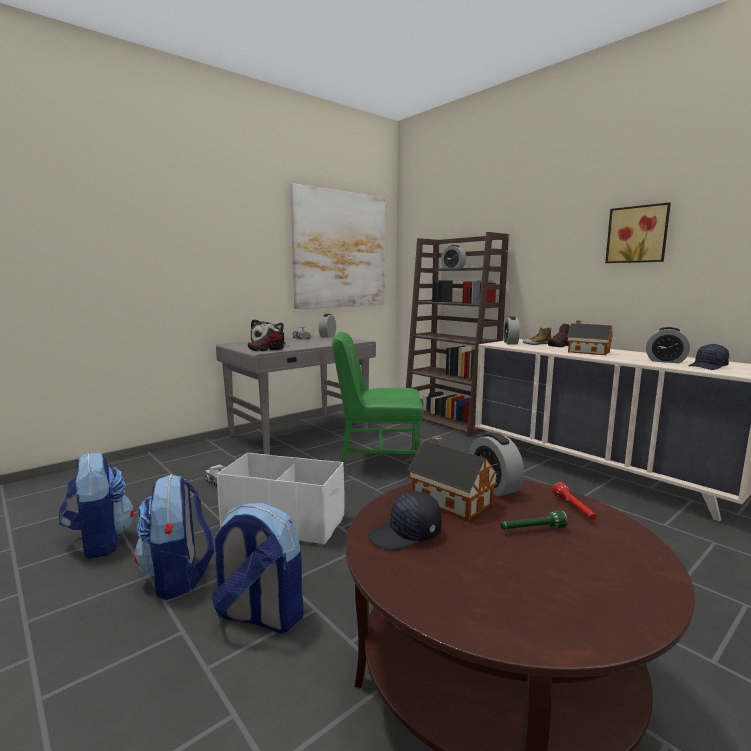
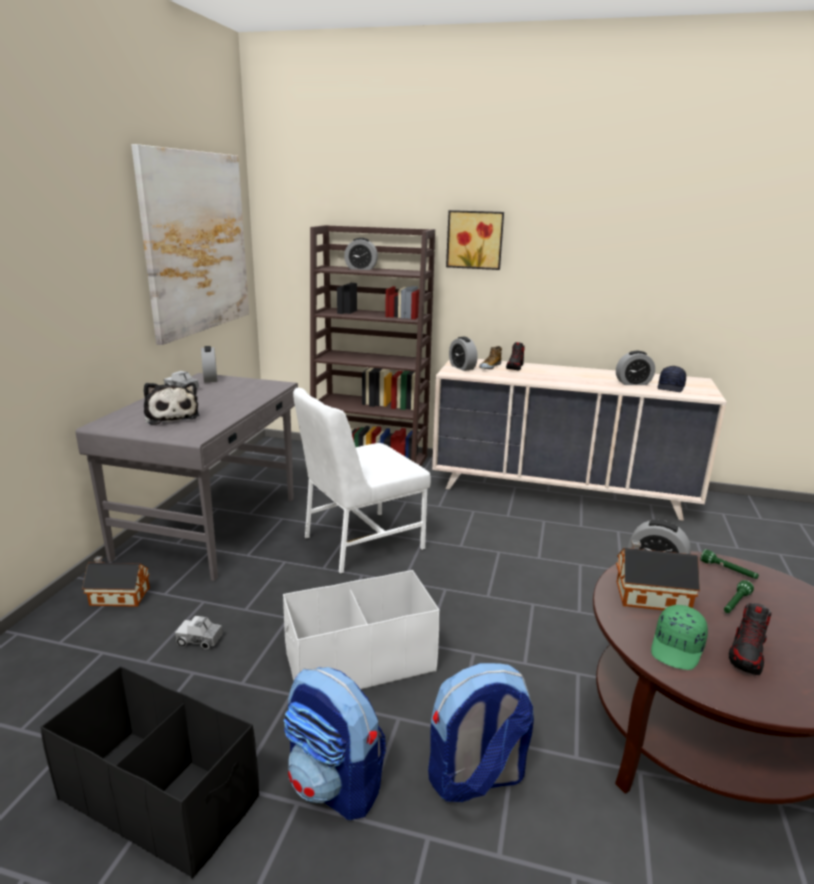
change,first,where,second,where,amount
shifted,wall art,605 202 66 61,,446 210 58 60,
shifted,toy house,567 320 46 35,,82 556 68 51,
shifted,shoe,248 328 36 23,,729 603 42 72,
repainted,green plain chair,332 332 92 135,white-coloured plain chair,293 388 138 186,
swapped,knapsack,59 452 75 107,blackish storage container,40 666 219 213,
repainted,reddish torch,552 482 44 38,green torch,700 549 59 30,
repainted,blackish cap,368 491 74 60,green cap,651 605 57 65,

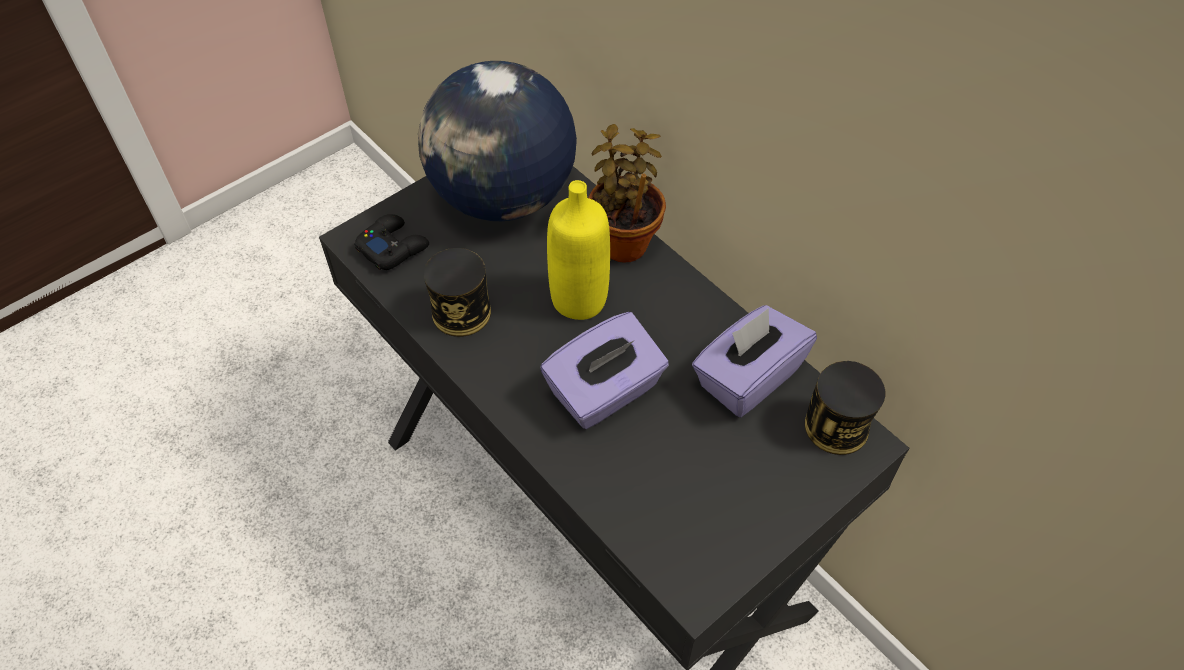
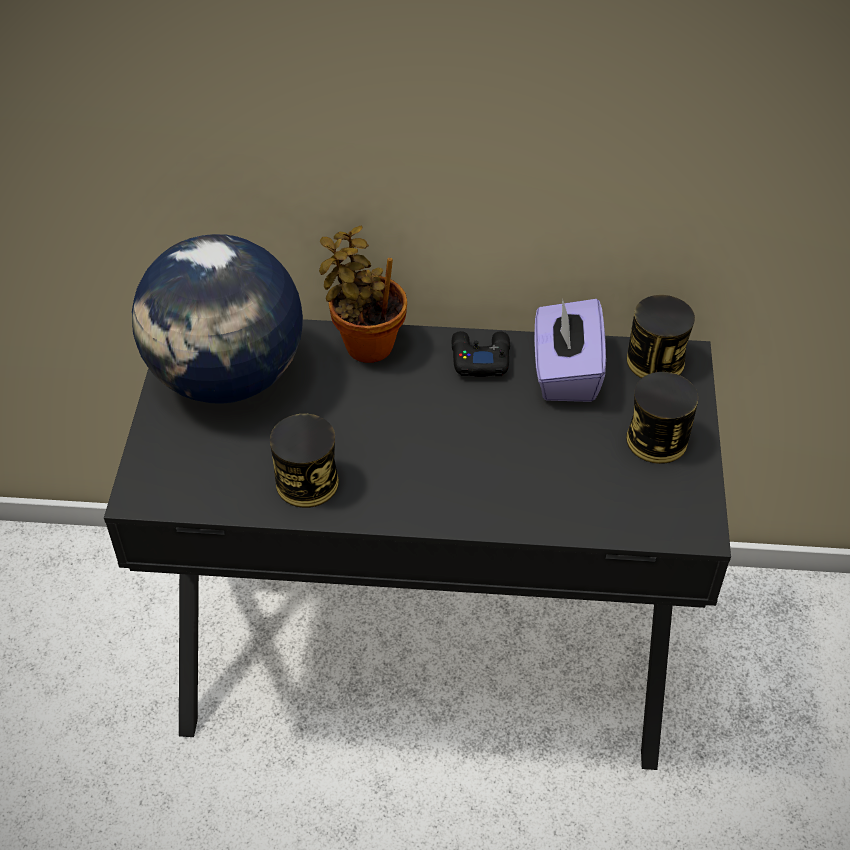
change,first,where,second,where,amount
gone,yellow beverage bottle,547 180 63 140,,,
shifted,blackish gamepad,354 214 75 56,,452 331 58 46,
gone,purple-coloured box of tissues,540 312 129 117,,,
new,,,can,626 372 72 92,

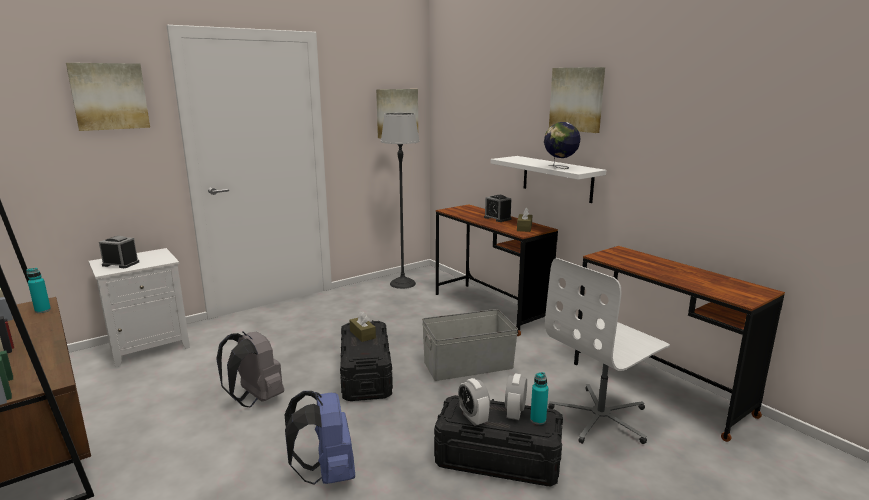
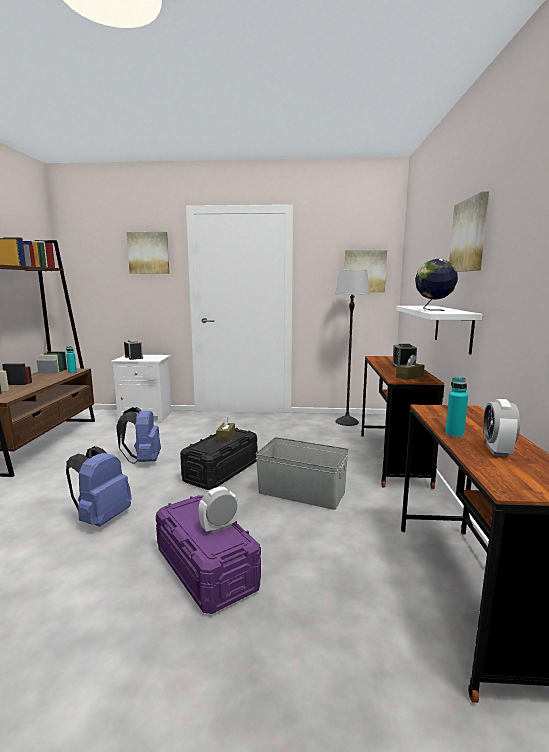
change,first,where,second,where,amount
gone,white-coloured computer chair,545 258 125 186,,,
repainted,gray knapsack,216 331 68 77,bluish knapsack,116 407 45 57,
shifted,turquoise beverage bottle,530 372 19 53,,445 377 23 61,
shifted,alarm clock,458 378 32 48,,483 399 37 58,
repainted,blackish storage container,434 395 129 91,purple-coloured storage container,156 495 105 119,

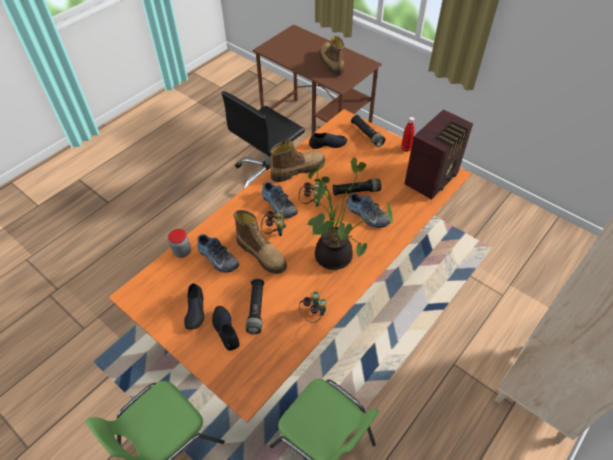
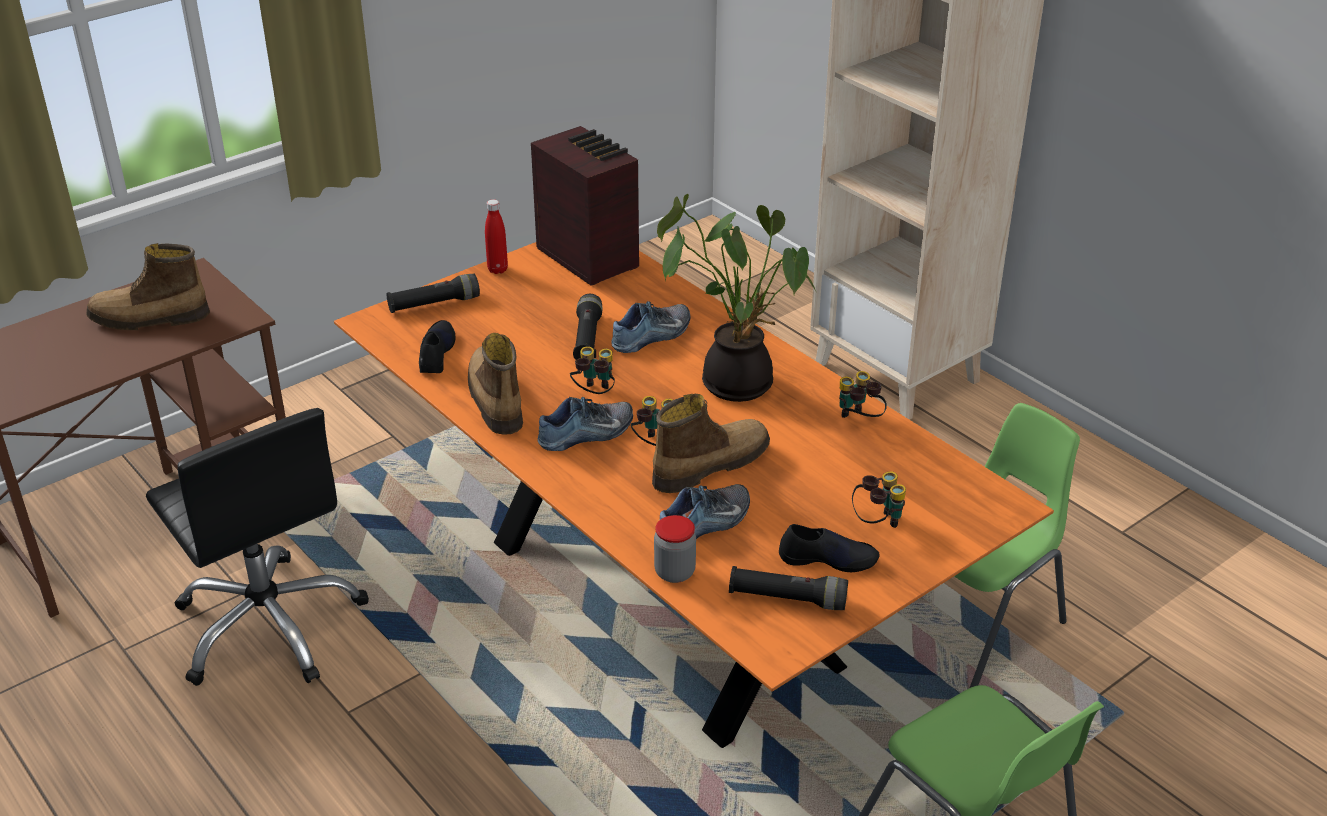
change,first,where,second,where,amount
shifted,blackish torch,246 279 18 55,,729 566 119 44,
swapped,blackish shoe,212 306 28 45,pair of binoculars,852 471 54 57,

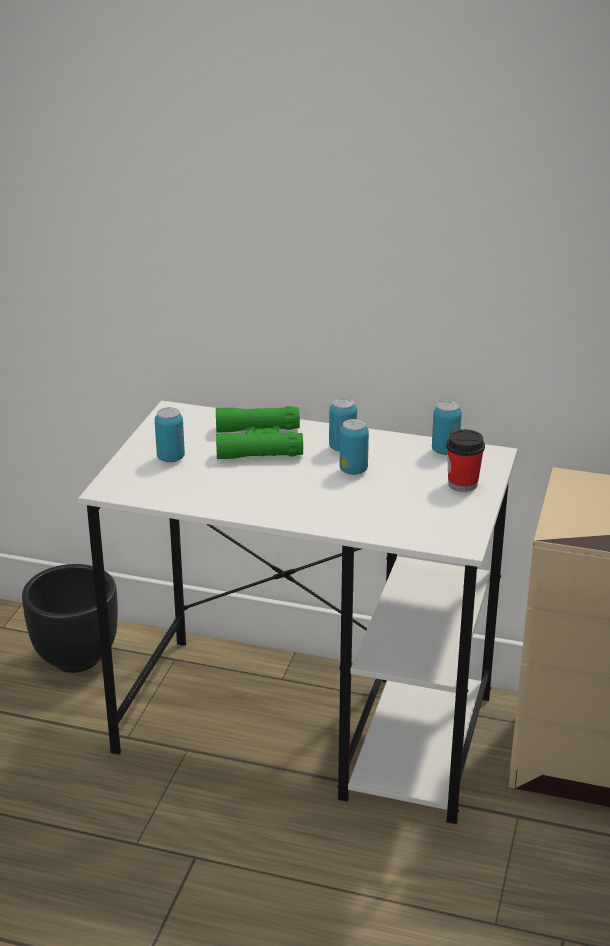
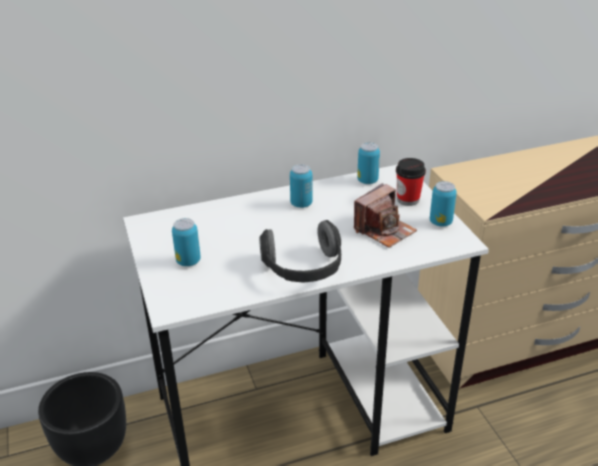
change,first,where,second,where,amount
gone,green pair of binoculars,216 406 87 53,,,
shifted,can,340 419 29 56,,430 181 27 46,
new,,,photo camera,354 183 63 65,
new,,,headset,259 220 82 62,

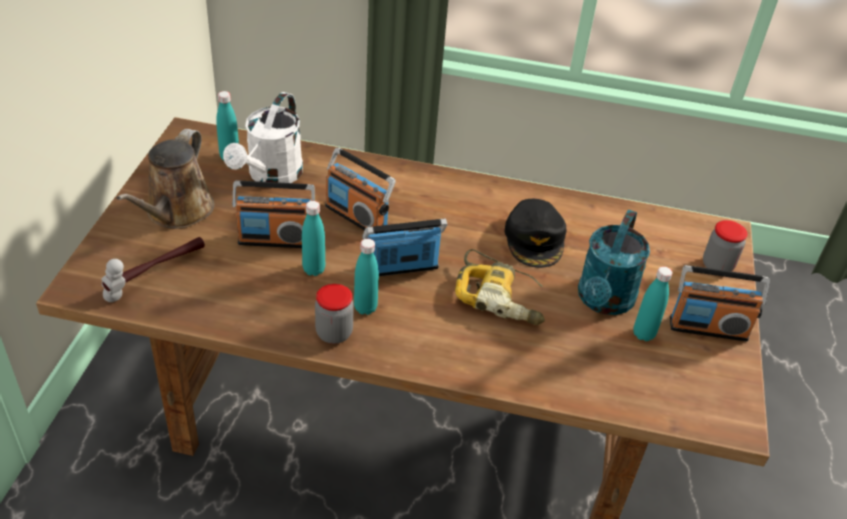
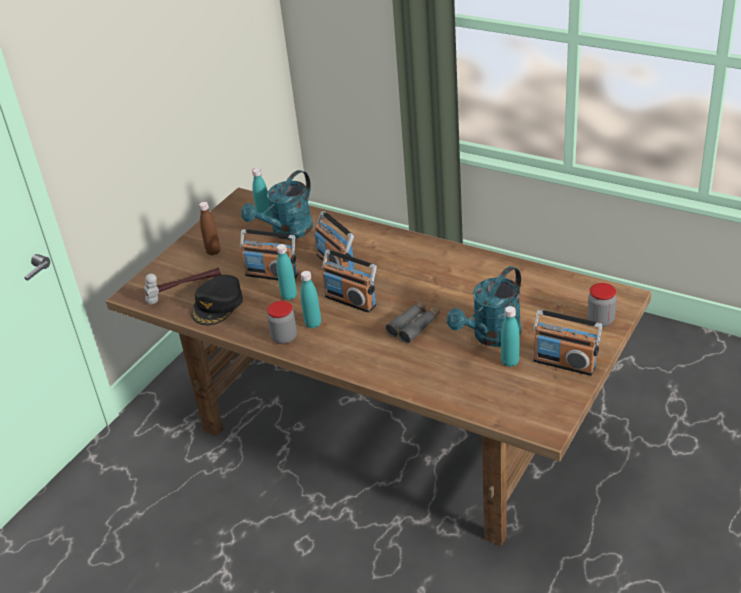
change,first,where,second,where,amount
repainted,white-coloured watering pot,223 92 80 91,turquoise watering pot,241 170 72 69,
swapped,brownish watering pot,116 129 98 100,brownish beverage bottle,199 202 22 53,
shifted,blackish cap,504 199 62 69,,191 275 52 50,
rotated,radio set,362 219 85 57,,322 249 55 64,150 degrees counterclockwise
swapped,electric drill,455 249 90 76,gray pair of binoculars,386 301 54 42,

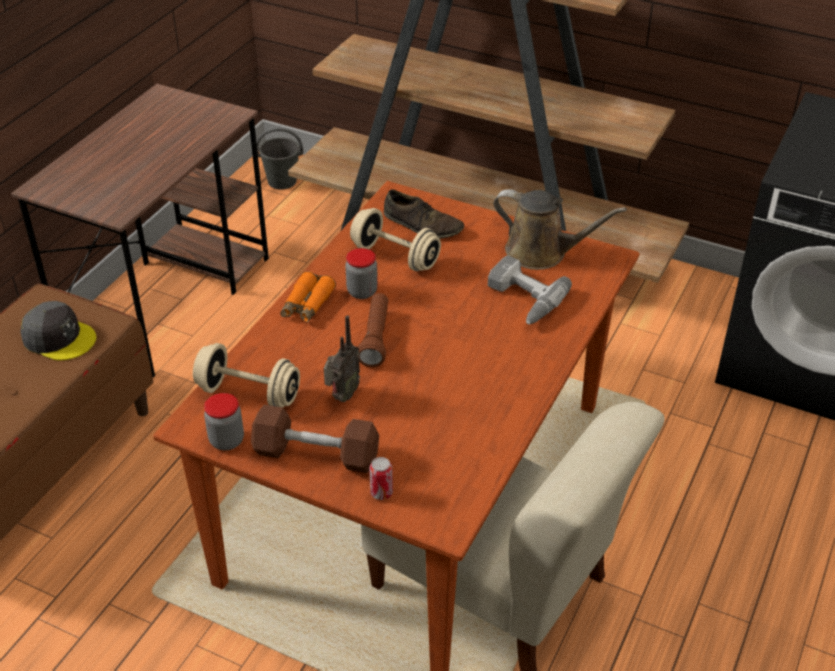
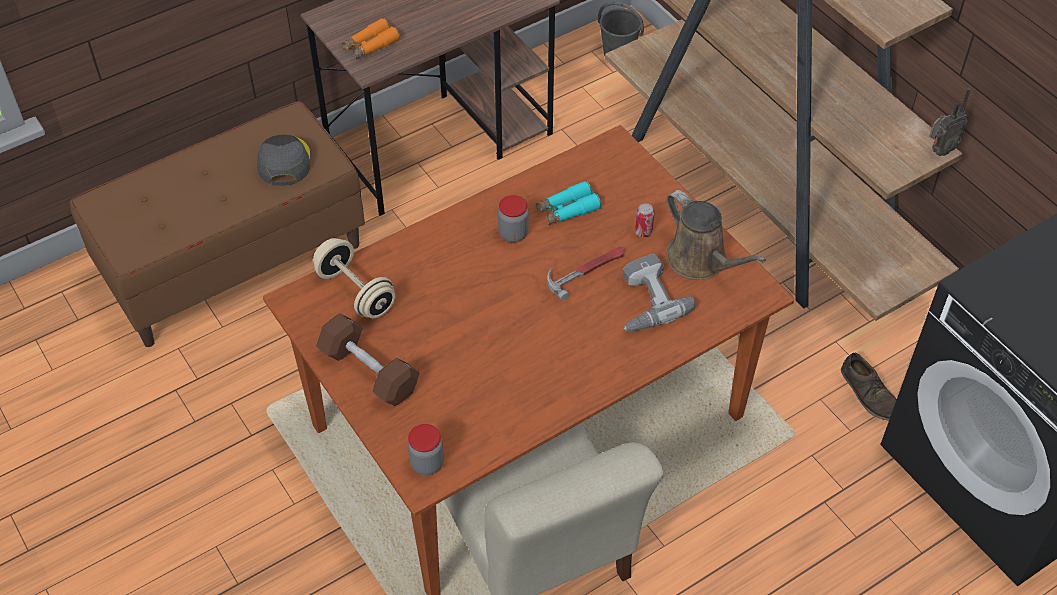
change,first,where,second,where,amount
shifted,brownish shoe,384 189 80 49,,841 353 56 68,
swapped,sand-coloured dumbbell,350 208 91 63,turquoise pair of binoculars,536 181 65 44,
shifted,orange-coloured pair of binoculars,280 271 56 52,,341 18 59 41,
gone,brownish torch,358 293 30 74,,,
rotated,gray cap,20 301 77 59,,257 134 53 52,150 degrees counterclockwise
shifted,radio set,324 315 36 87,,930 88 41 68,
shifted,preserve jar,204 393 40 57,,408 424 36 51,
shifted,can,369 457 24 43,,635 203 20 34,
new,,,hand hammer,547 246 77 55,

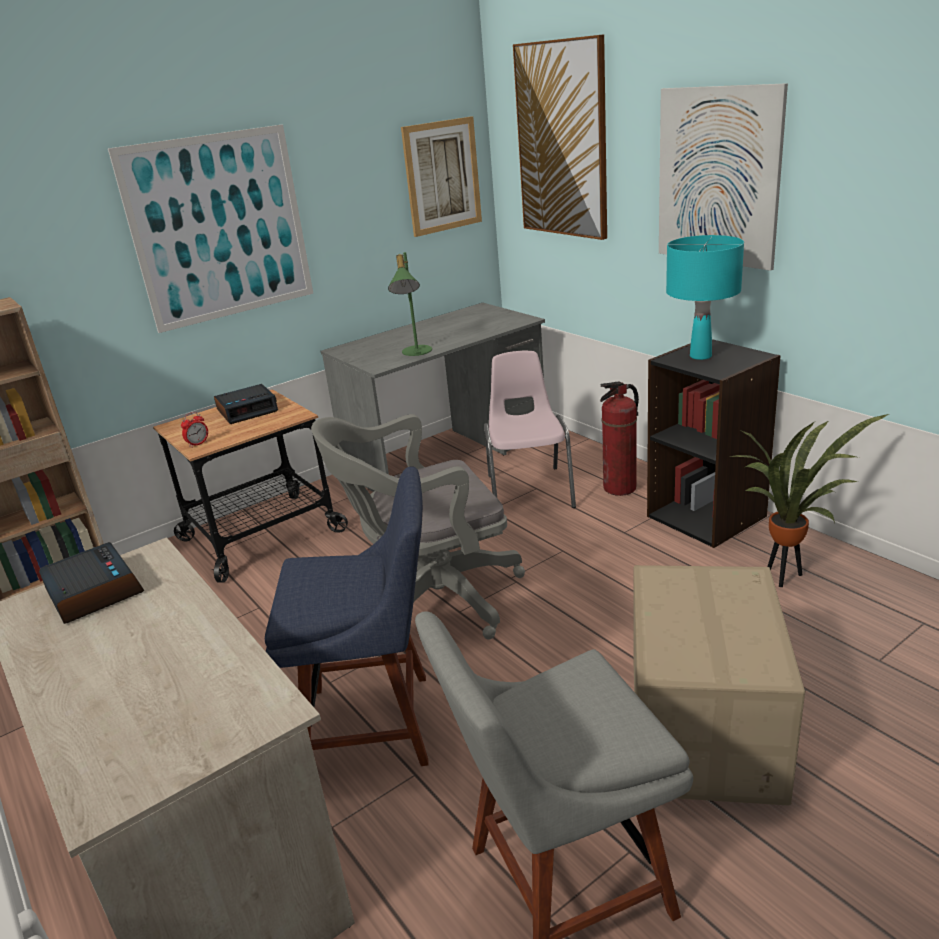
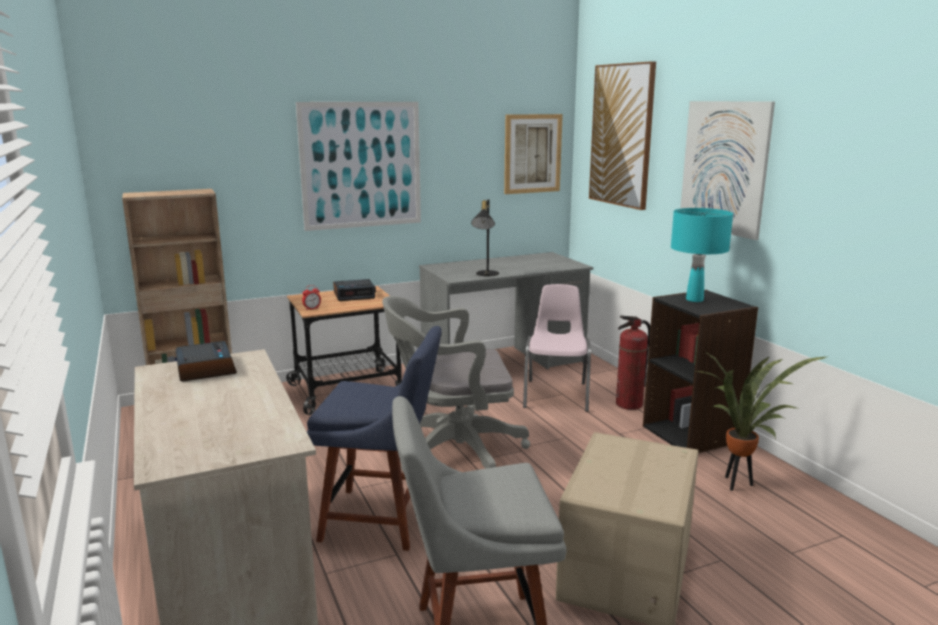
change,first,where,second,where,amount
repainted,green lamp for a table,388 252 44 104,blackish lamp for a table,471 199 28 77,

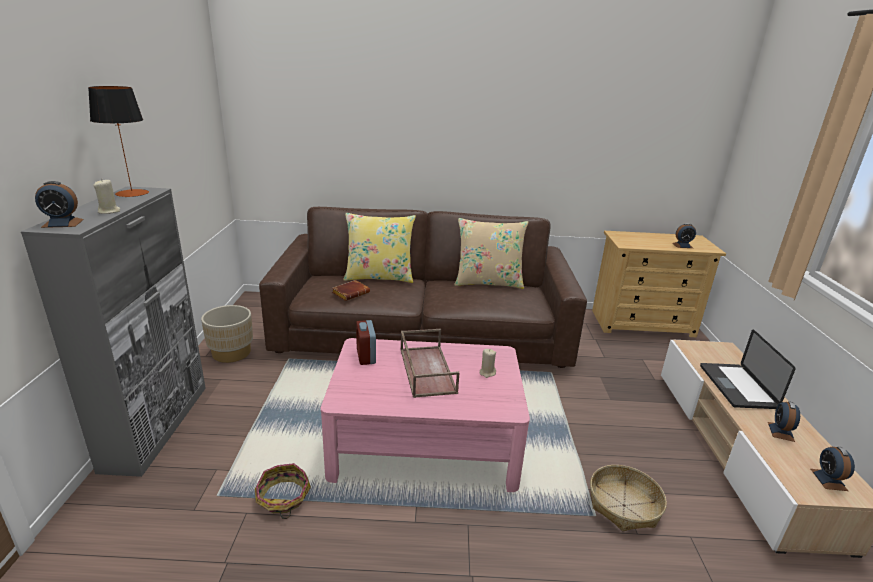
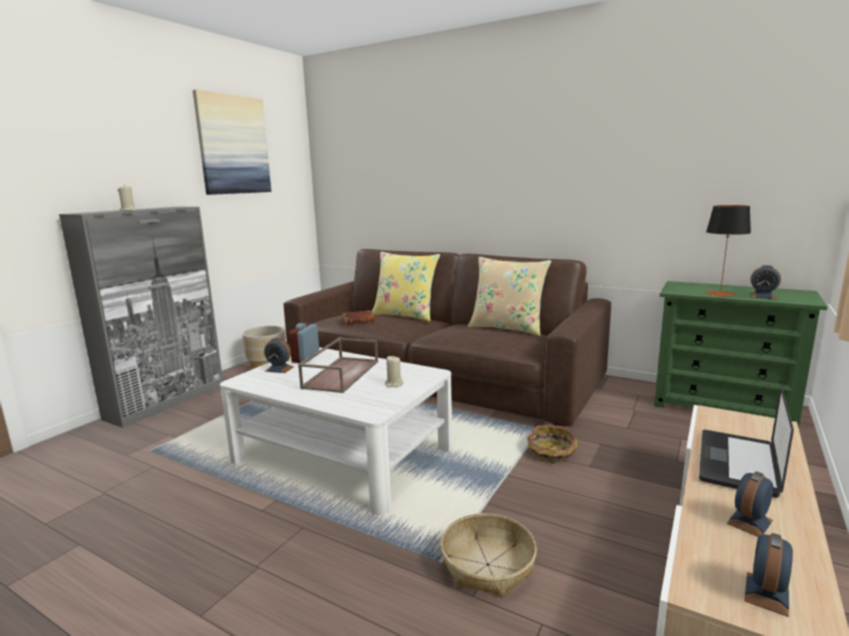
change,first,where,second,where,amount
shifted,lamp for a table,88 86 61 111,,706 205 45 92,
shifted,alarm clock,35 181 49 47,,264 338 30 35,
repainted,sand-coloured drawer chest,592 231 134 107,green drawer chest,654 281 173 147,
repainted,pinkish low table,321 338 209 154,white-coloured low table,220 347 232 168,
shifted,storage basket,255 463 56 56,,527 425 51 39,
new,,,wall art,193 89 78 106,

